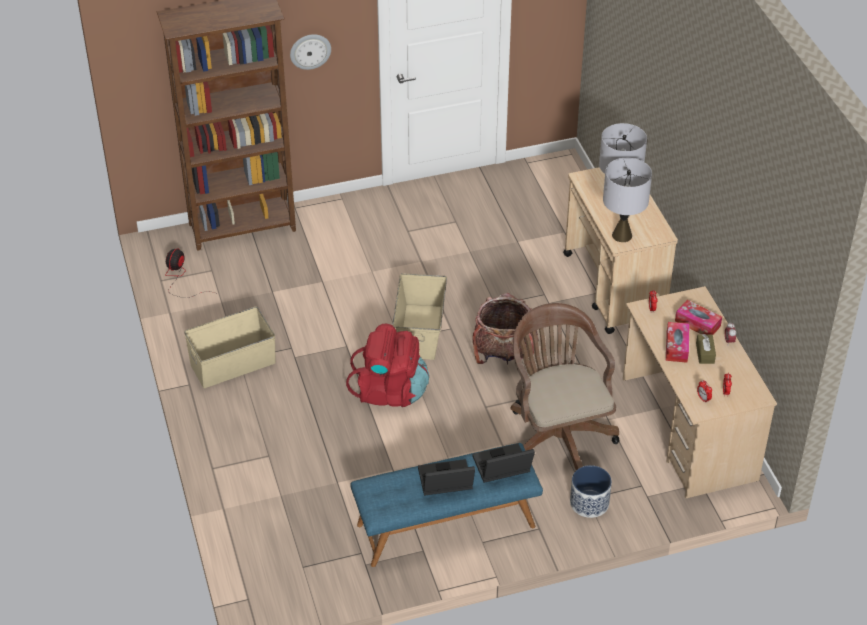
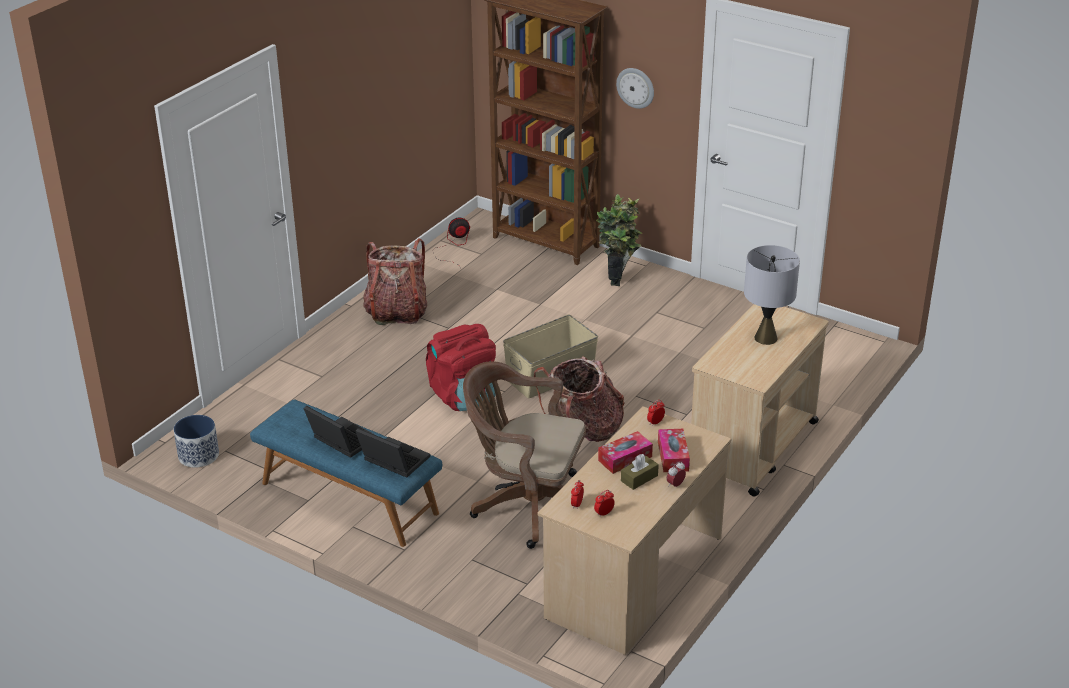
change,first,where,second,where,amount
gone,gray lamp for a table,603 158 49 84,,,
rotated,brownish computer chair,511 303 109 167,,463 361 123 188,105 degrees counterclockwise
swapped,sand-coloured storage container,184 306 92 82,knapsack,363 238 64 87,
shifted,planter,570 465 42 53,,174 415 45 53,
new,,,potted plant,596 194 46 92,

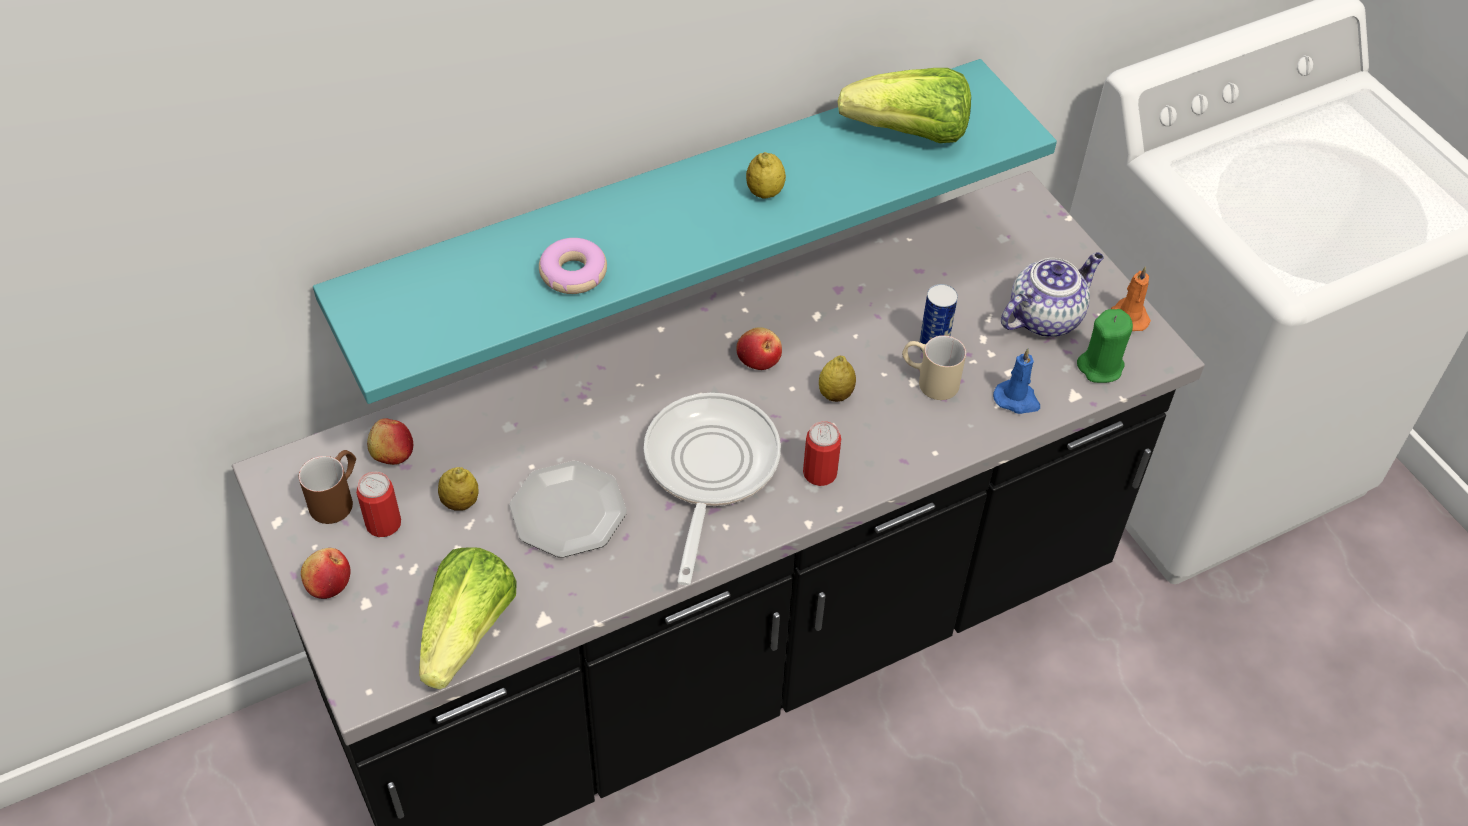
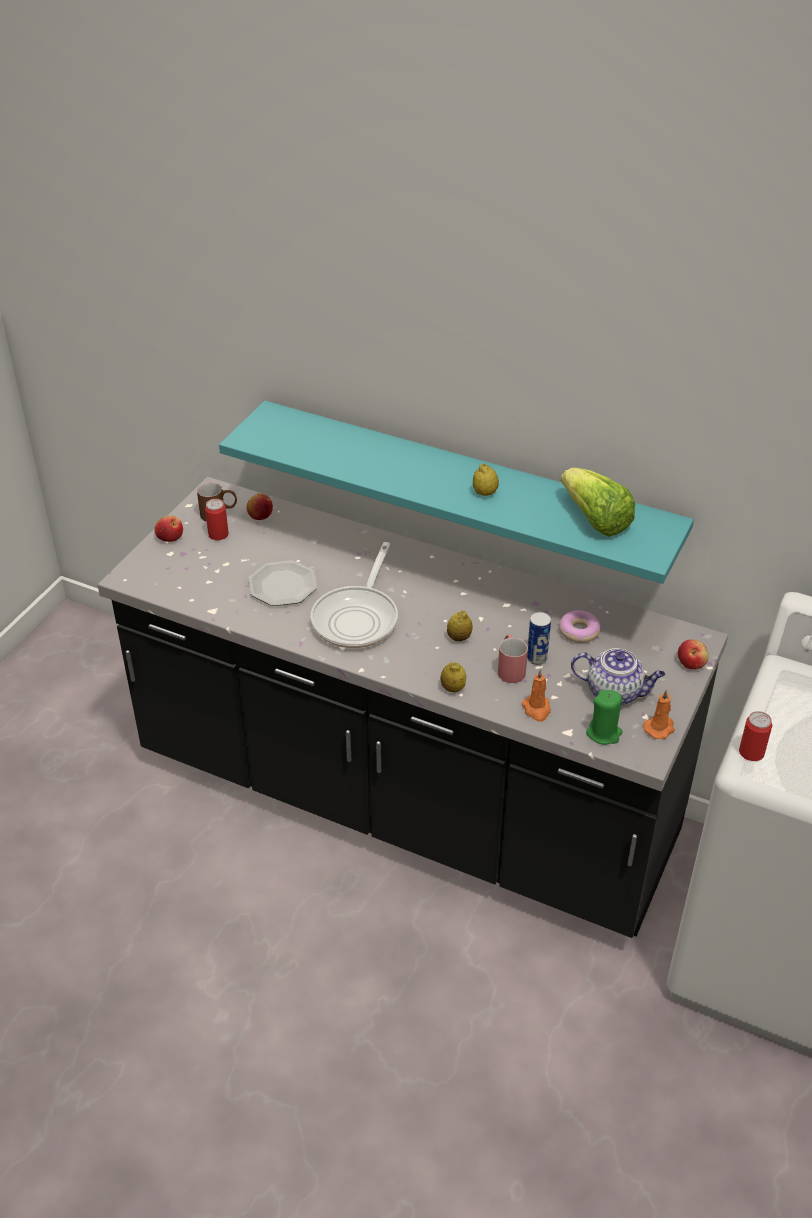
change,first,where,second,where,amount
shifted,ring doughnut,539 238 68 56,,559 610 42 33,
shifted,whole apple,736 327 46 43,,678 639 31 31,
repainted,sand-coloured mug,902 336 64 64,reddish mug,498 634 30 49,
repainted,bluish candle,993 348 47 66,orange-coloured candle,522 669 29 53,
rotated,skillet,644 393 137 192,,310 542 88 106,135 degrees clockwise
shifted,can,803 421 38 65,,739 711 34 50,
shifted,citrus fruit,438 467 41 44,,440 662 26 30,
gone,lettuce,419 547 98 142,,,

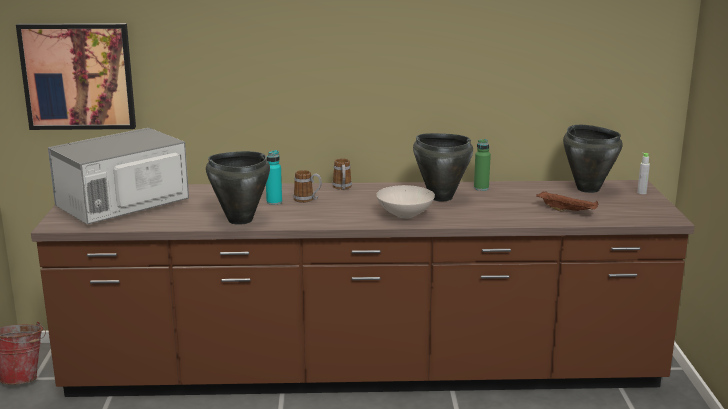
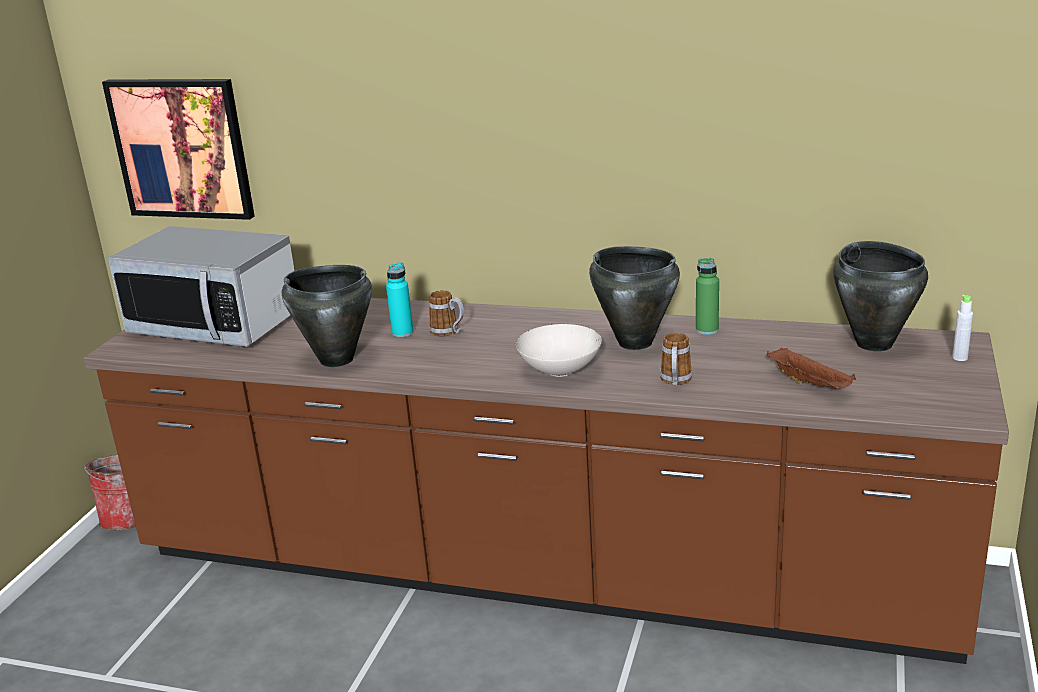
change,first,where,second,where,amount
rotated,kitchen microwave,48 128 141 96,,108 226 187 121,135 degrees counterclockwise
shifted,mug,333 159 19 31,,660 333 32 53,

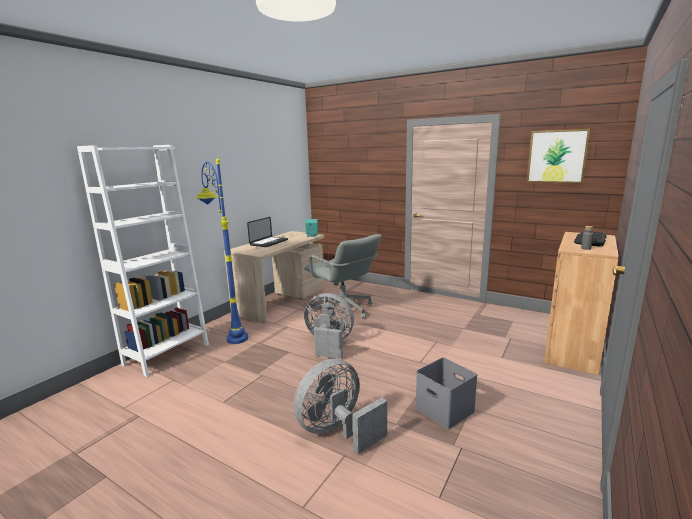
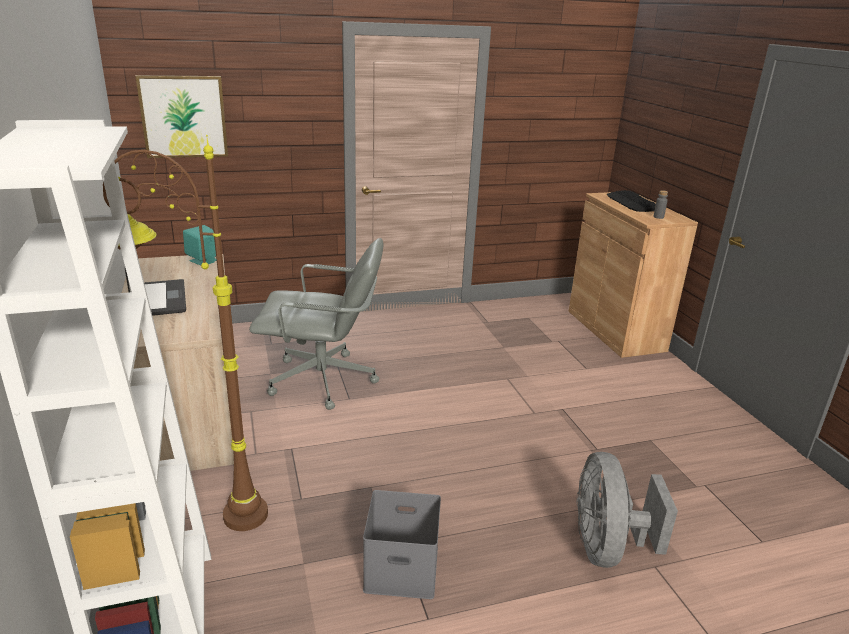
change,first,where,second,where,amount
shifted,wall art,527 129 63 54,,135 75 93 83,
repainted,bluish standing lamp,196 156 52 188,brownish standing lamp,103 135 165 396,
gone,gray electric fan,304 293 50 66,,,
shifted,gray storage container,415 357 63 73,,363 490 78 109,

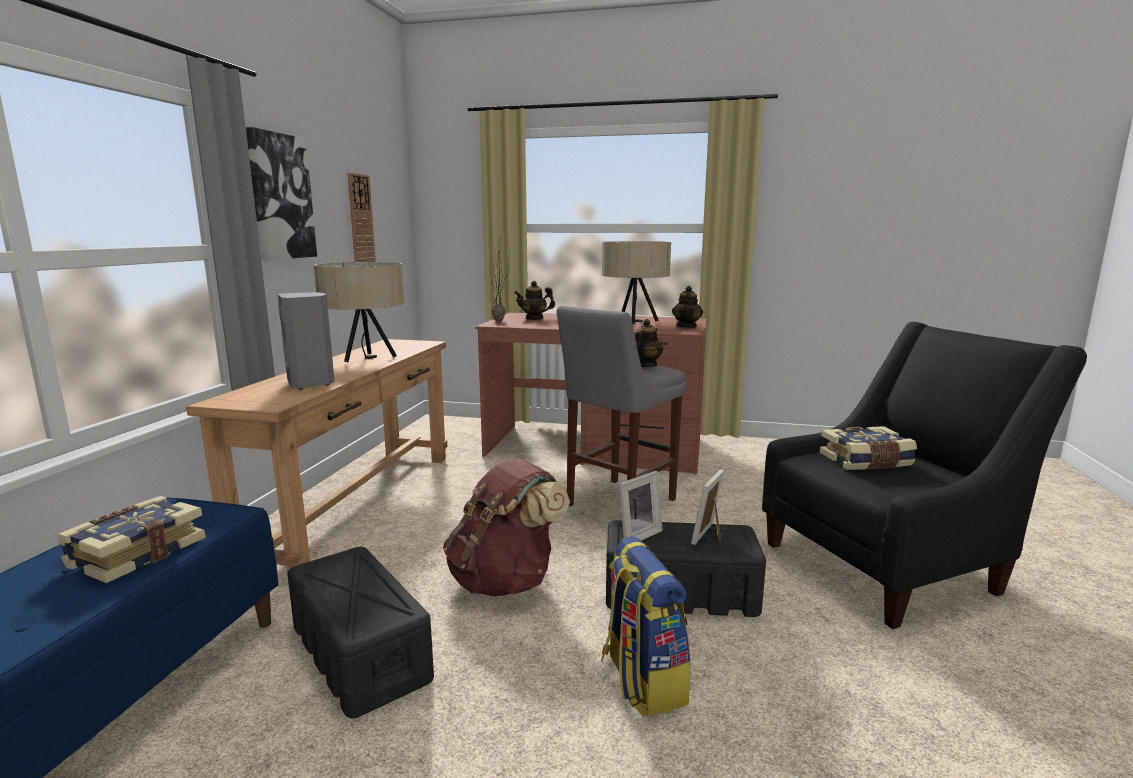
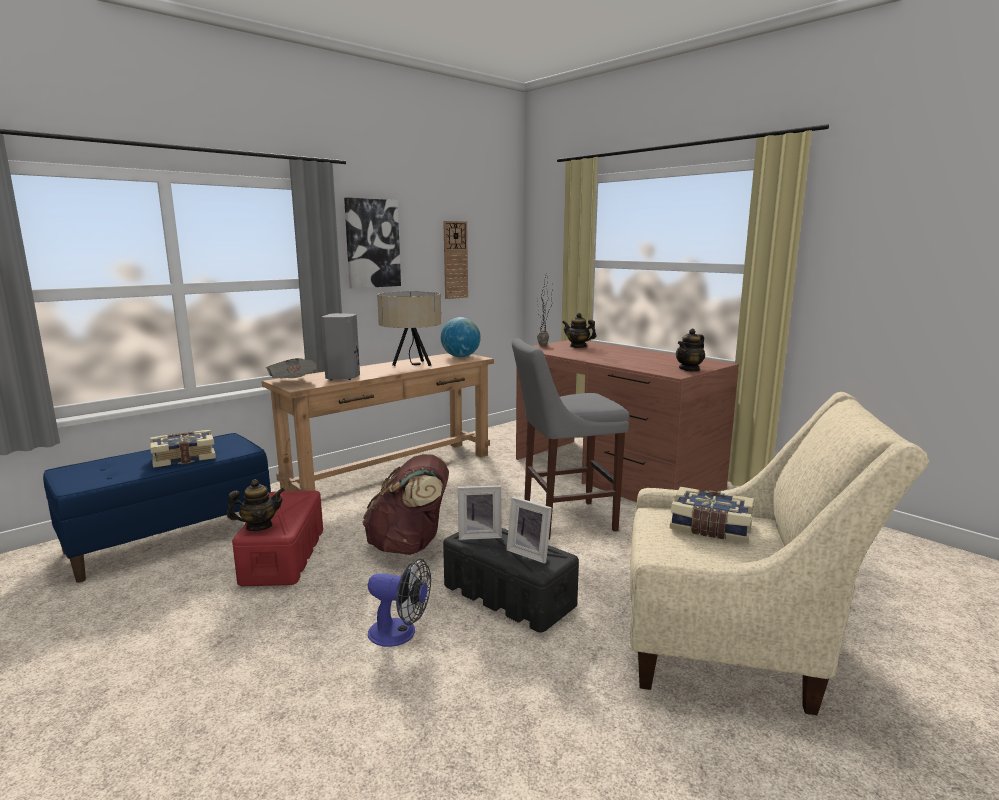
change,first,where,second,where,amount
gone,sand-coloured lamp for a table,602 241 69 83,,,
shifted,tea pot,635 319 28 48,,227 479 58 52,
repainted,blackish easy chair,762 322 325 307,sand-coloured easy chair,630 392 300 323,
rotated,photo frame,691 469 33 76,,507 497 45 67,120 degrees counterclockwise
swapped,knapsack,601 536 90 180,electric fan,368 559 63 88,
repainted,blackish storage container,287 547 147 172,reddish storage container,232 491 91 95,
new,,,globe,441 317 40 40,
new,,,newspaper,266 358 52 20,

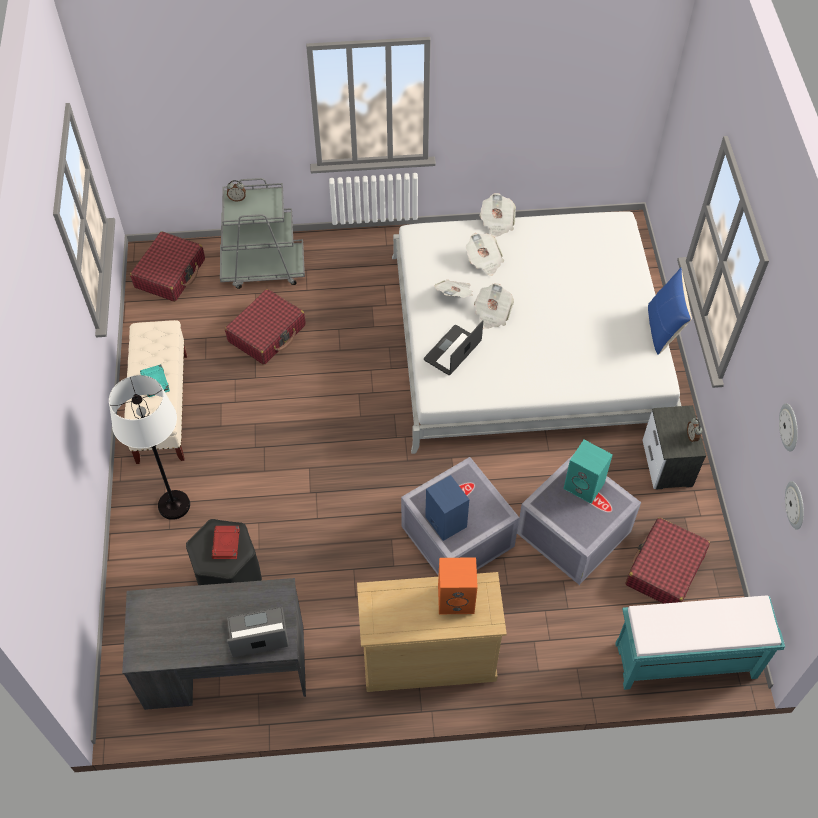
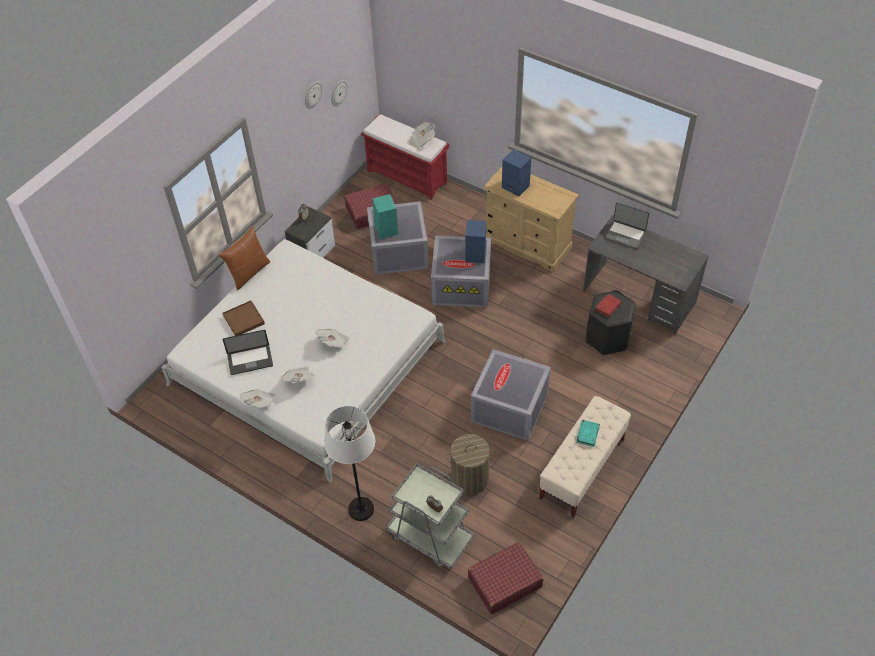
change,first,where,second,where,amount
repainted,bluish cushion,648 268 44 87,brownish cushion,218 226 52 64,
shifted,newspaper,435 279 38 19,,407 122 28 27,
swapped,reddish piece of luggage,225 289 81 76,hamper,446 434 48 61,
shifted,laptop,424 320 59 55,,222 330 51 45,
shifted,white-coloured standing lamp,109 375 81 145,,324 406 51 115,
repainted,orange-coloured loudspeaker,438 557 40 57,bluish loudspeaker,502 149 29 47,
repainted,turquoise indoor bench,615 595 170 95,reddish indoor bench,361 114 89 86,
new,,,brownish serving tray,223 300 42 36,
new,,,gray storage container,471 349 80 92,

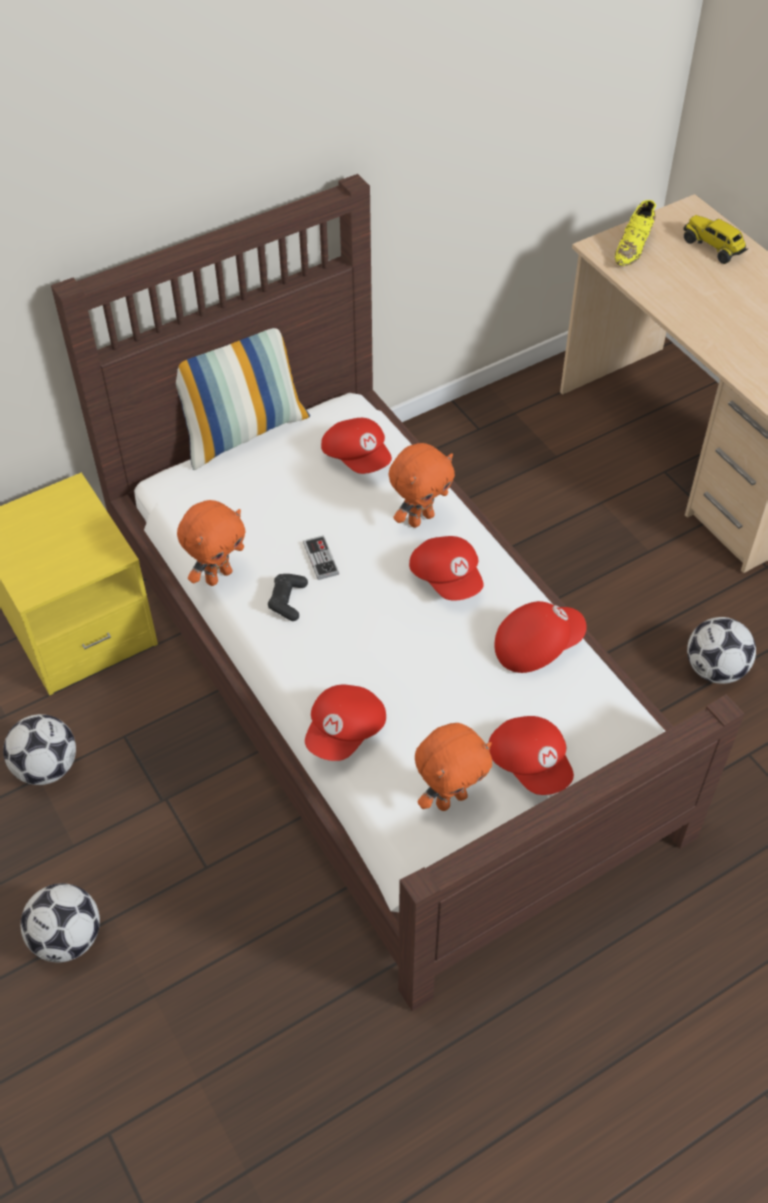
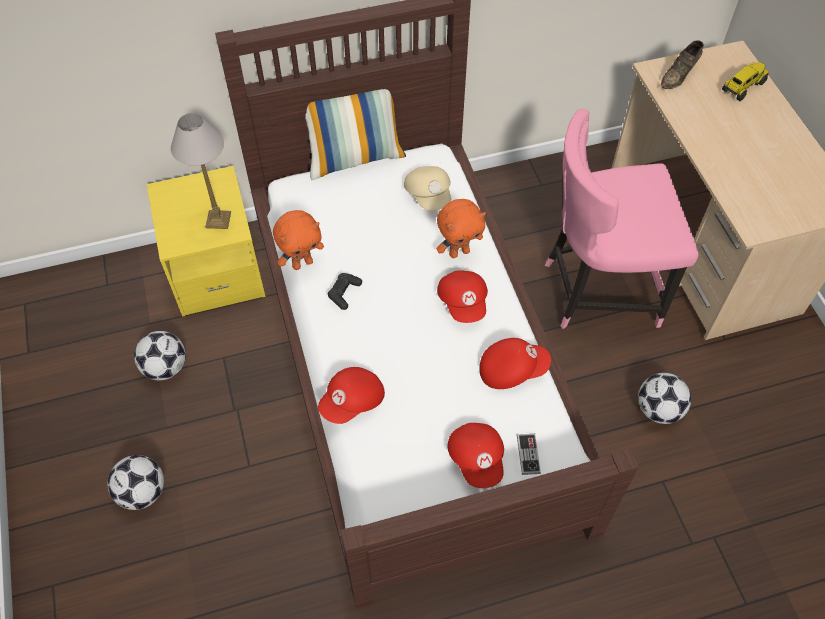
change,first,where,second,where,amount
repainted,yellow shoe,615 200 41 66,brownish shoe,661 40 43 49,
rotated,toy lorry,684 215 64 49,,722 62 46 39,75 degrees clockwise
repainted,reddish cap,321 418 71 56,sand-coloured cap,404 166 47 44,
shifted,gamepad,303 536 36 44,,517 434 24 41,
gone,orange-coloured plush toy,415 723 77 88,,,
new,,,pinkish plain chair,545 109 153 220,
new,,,lamp for a table,171 113 60 116,

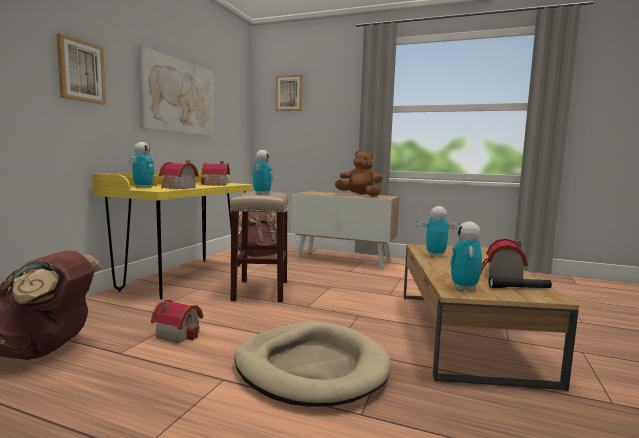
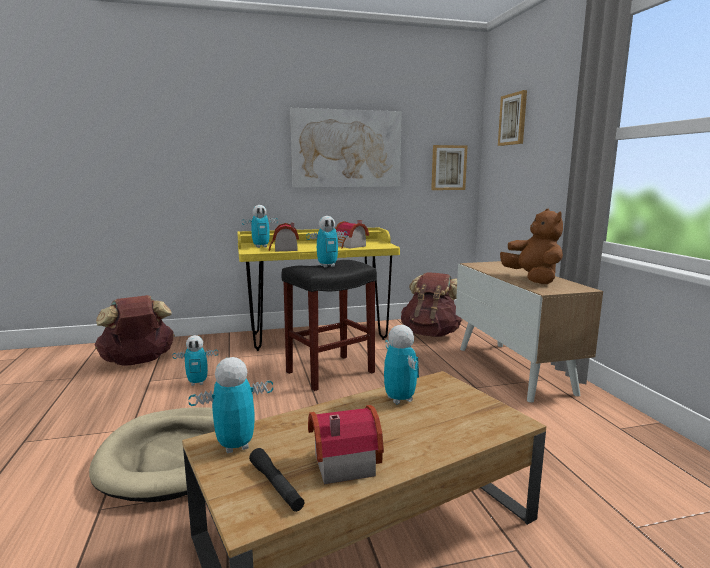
change,first,where,second,where,amount
shifted,wall art,57 33 49 72,,431 145 36 45,
repainted,sand-coloured stool,230 191 59 111,blackish stool,282 260 95 131,
swapped,toy house,151 300 52 43,toy robot,172 335 46 51,

